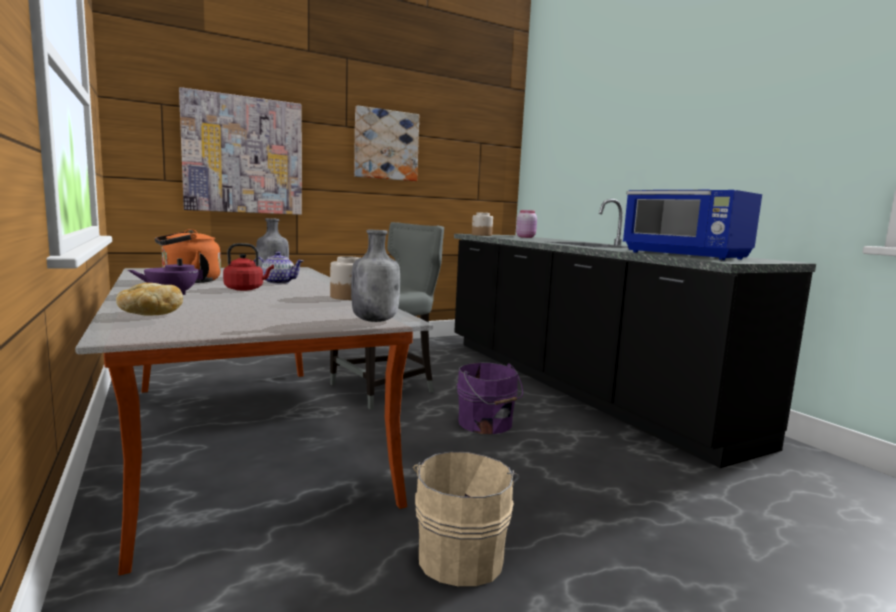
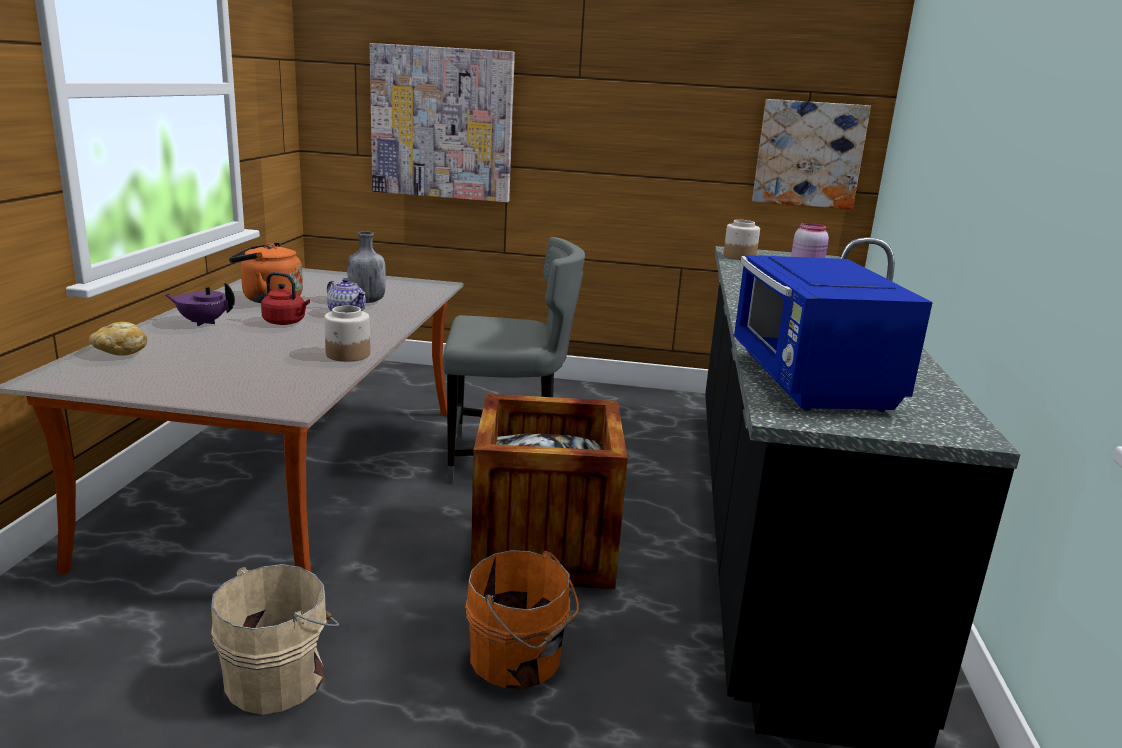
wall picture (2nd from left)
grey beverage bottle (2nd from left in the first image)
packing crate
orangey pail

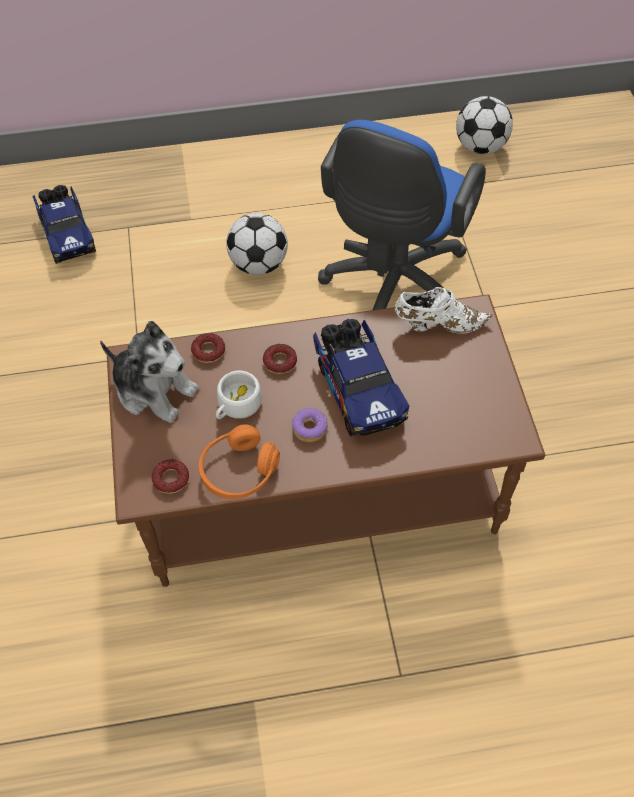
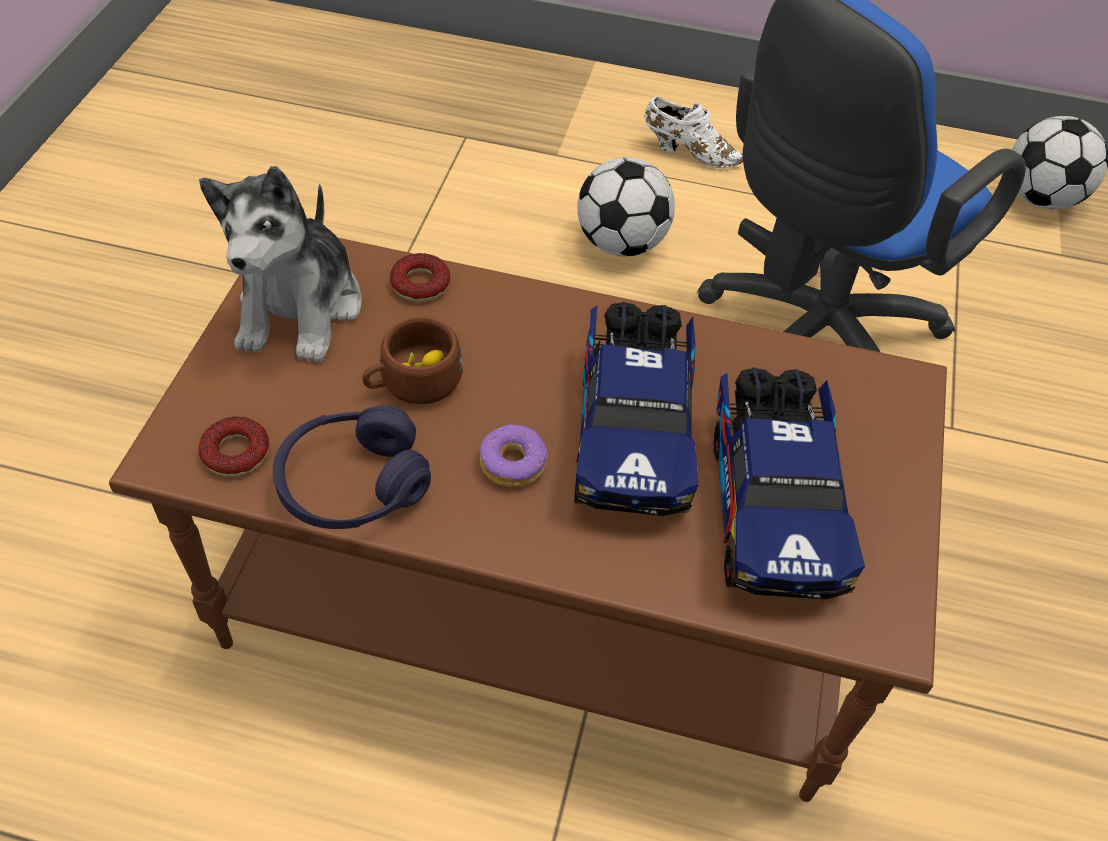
toy truck (2nd from left)
white-coloured low shoe
cuddly toy
donut (3rd from left in the first image)
brown-coloured small cup
purple-coloured headphones

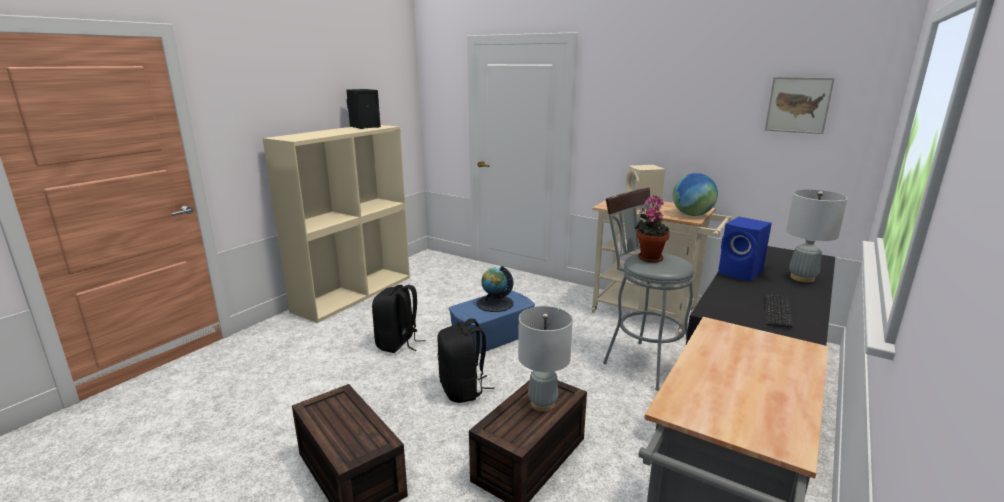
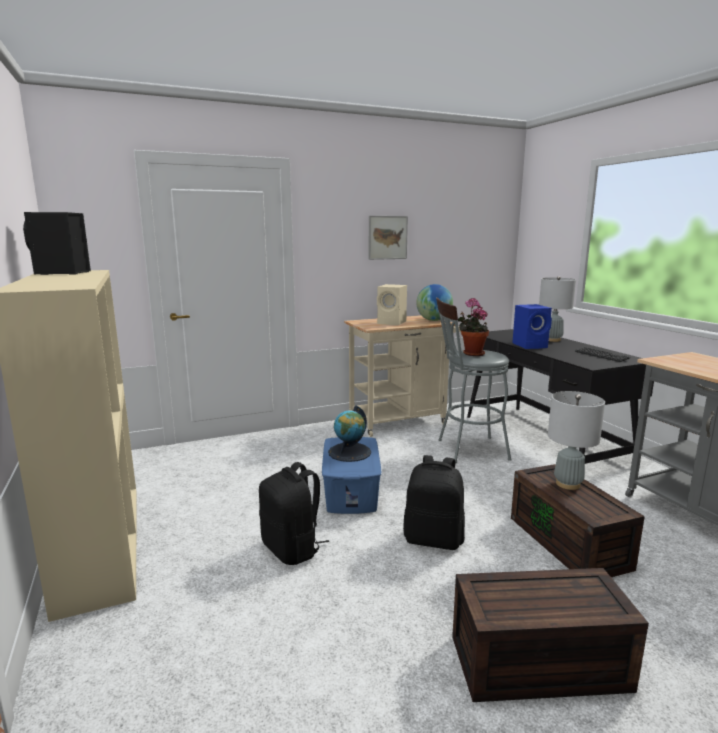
wall picture

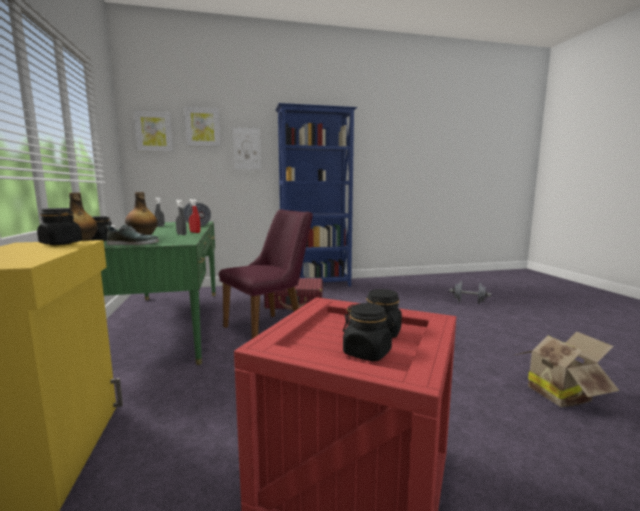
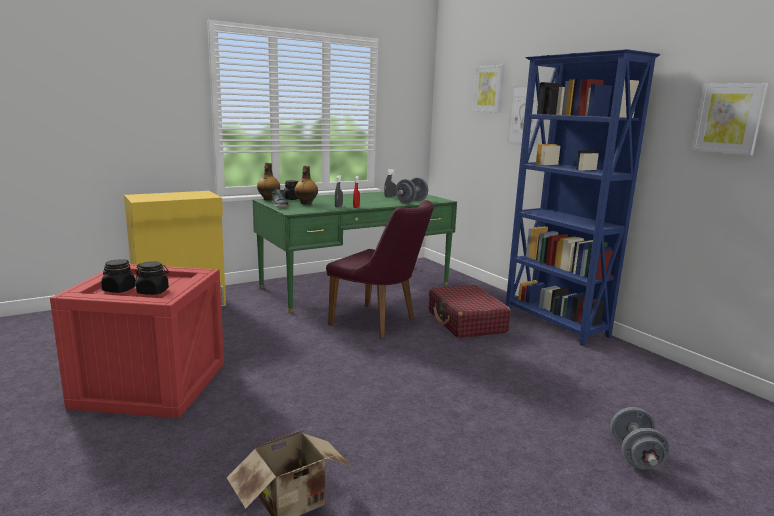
wall picture (3rd from left)
black storage jar (1st from left in the first image)

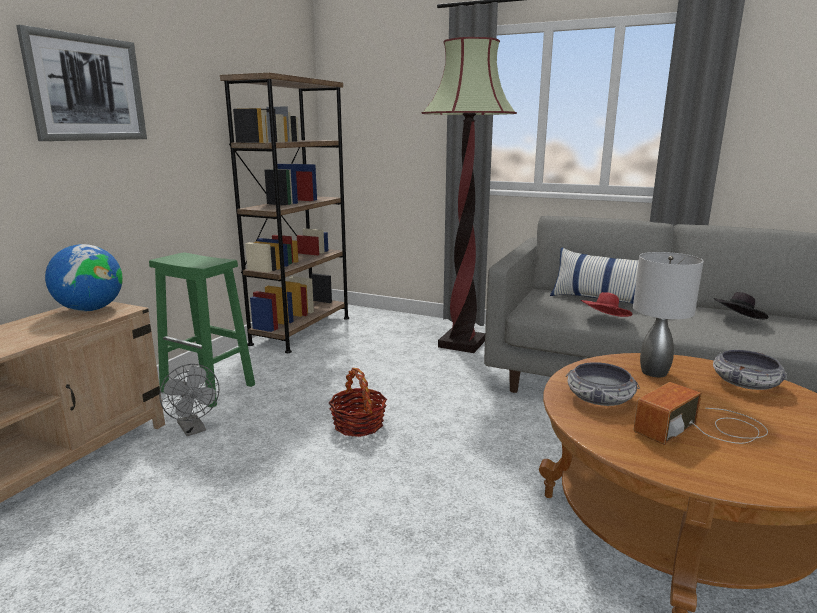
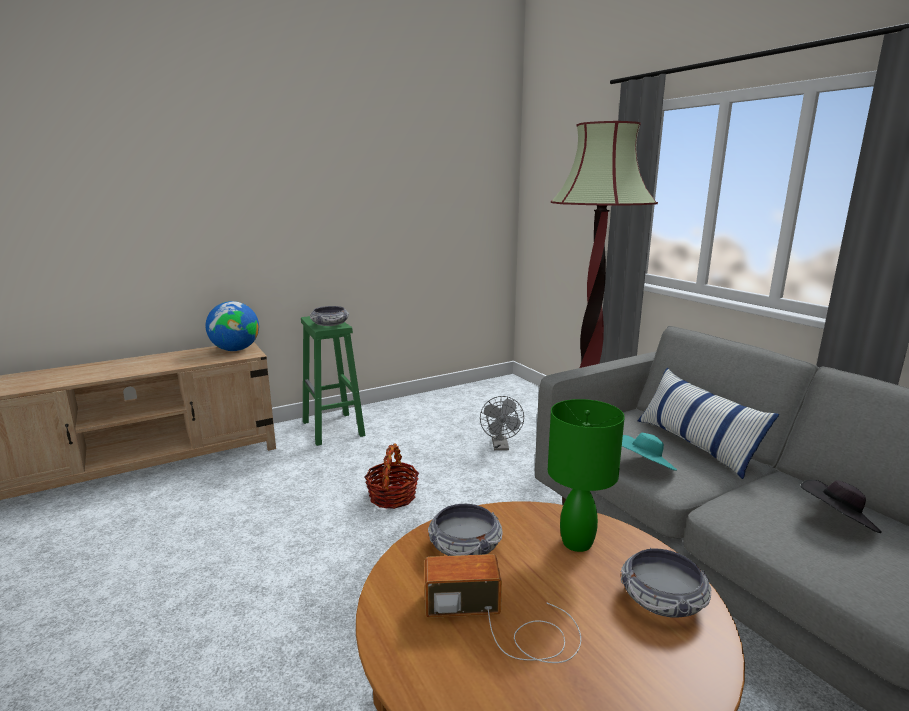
wall picture
brown-coloured bookcase
greenish tabletop lamp
turquoise clothing hat
grey electric fan
bowl (1st from left)

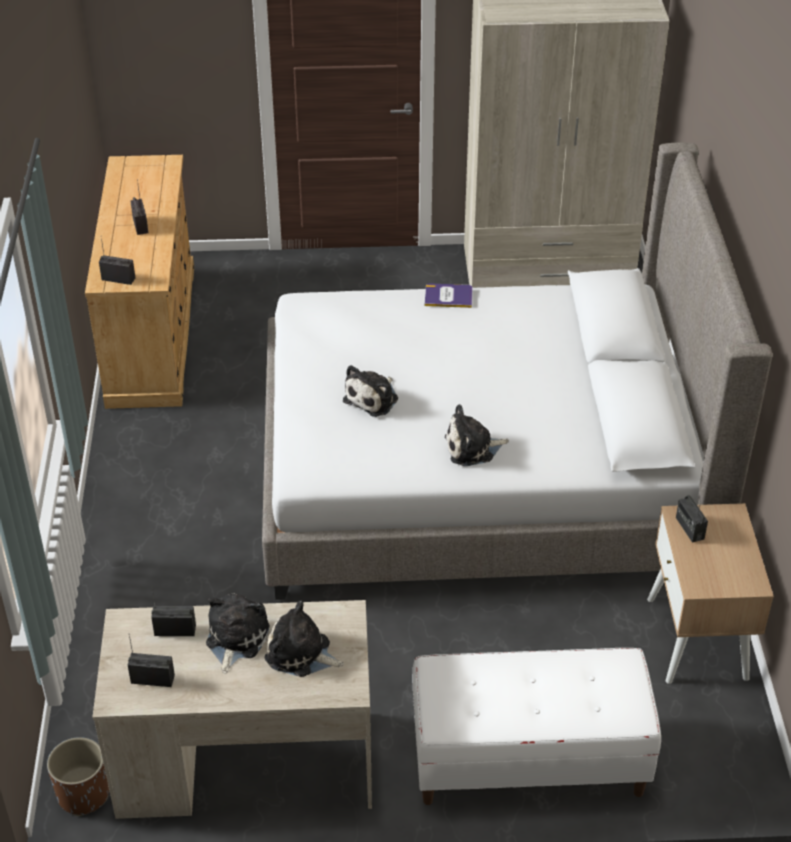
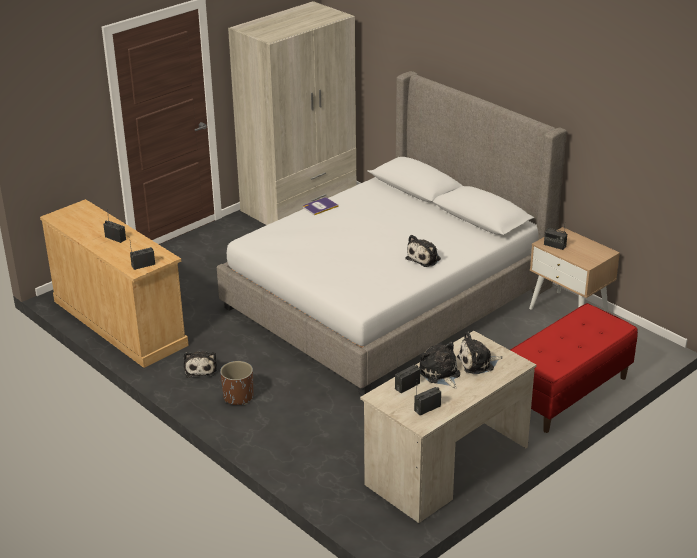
cuddly toy (1st from left)
reddish indoor bench
brown-coloured plant pot

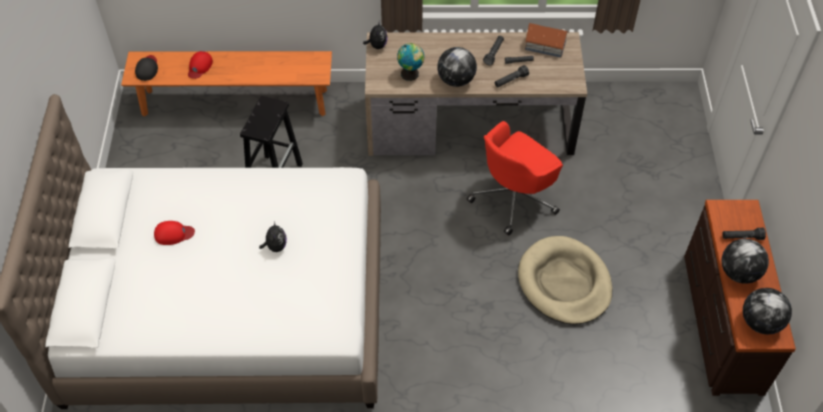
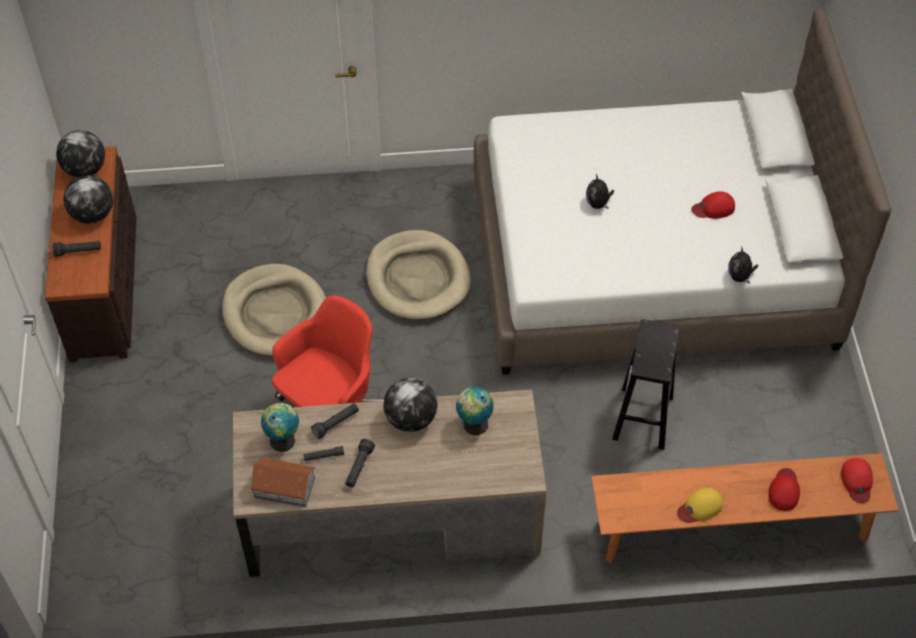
cuddly toy (2nd from left)
reddish peaked cap (3rd from left)
beige-coloured dog cushion (2nd from left)
world globe (3rd from left)
yellowish peaked cap

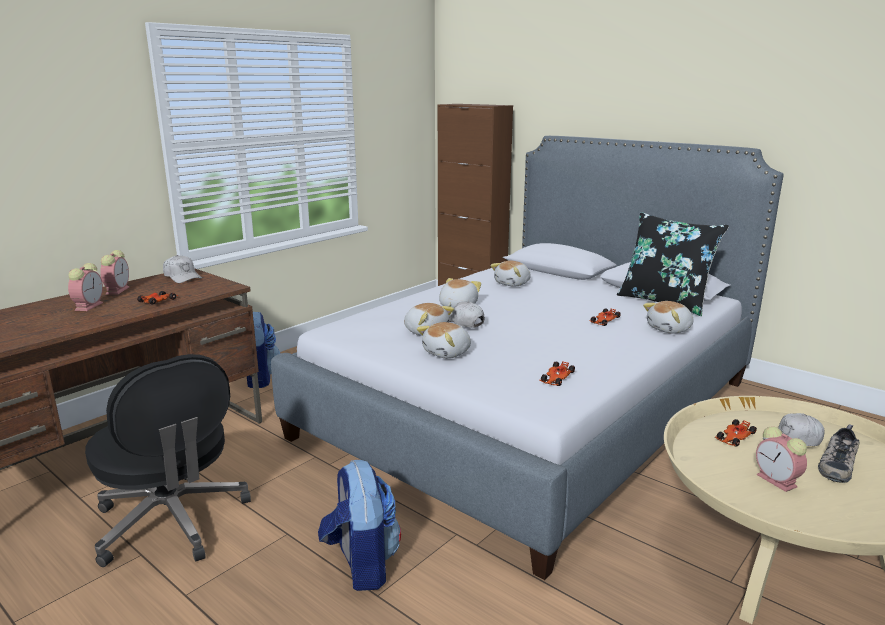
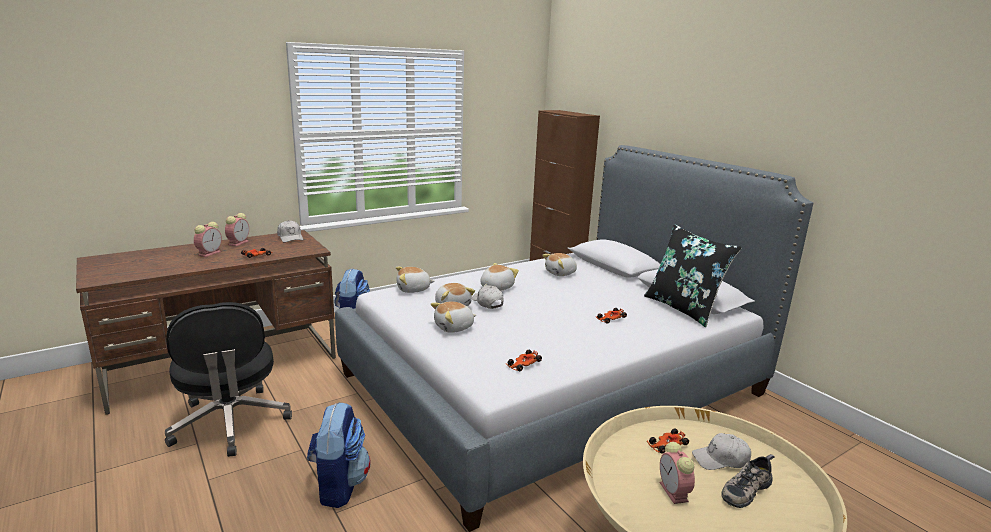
cuddly toy (1st from left)

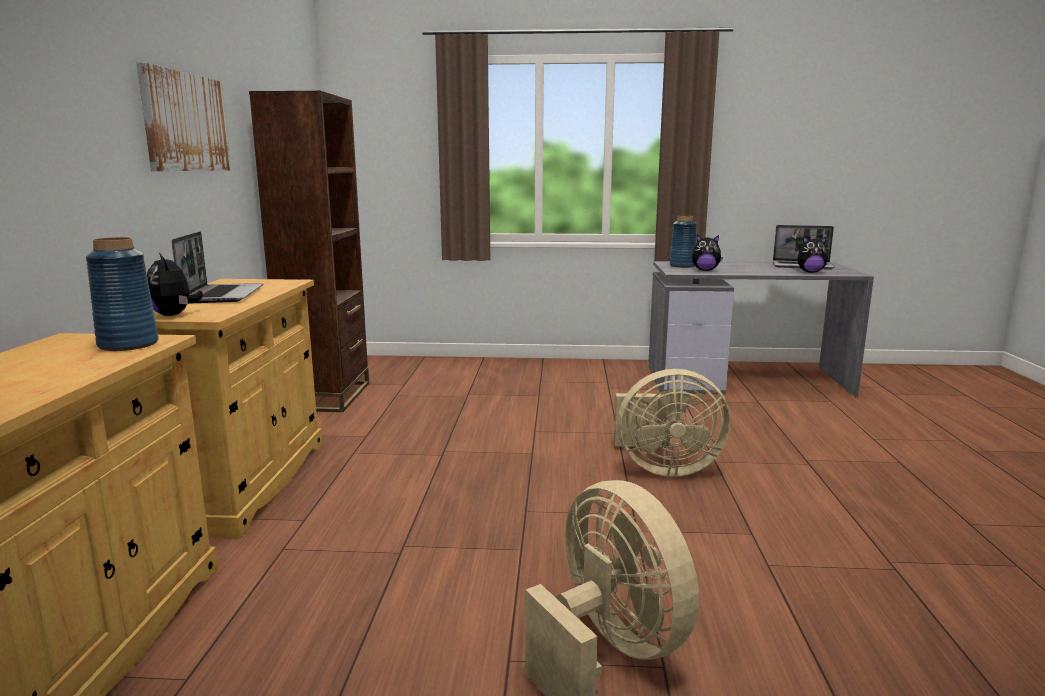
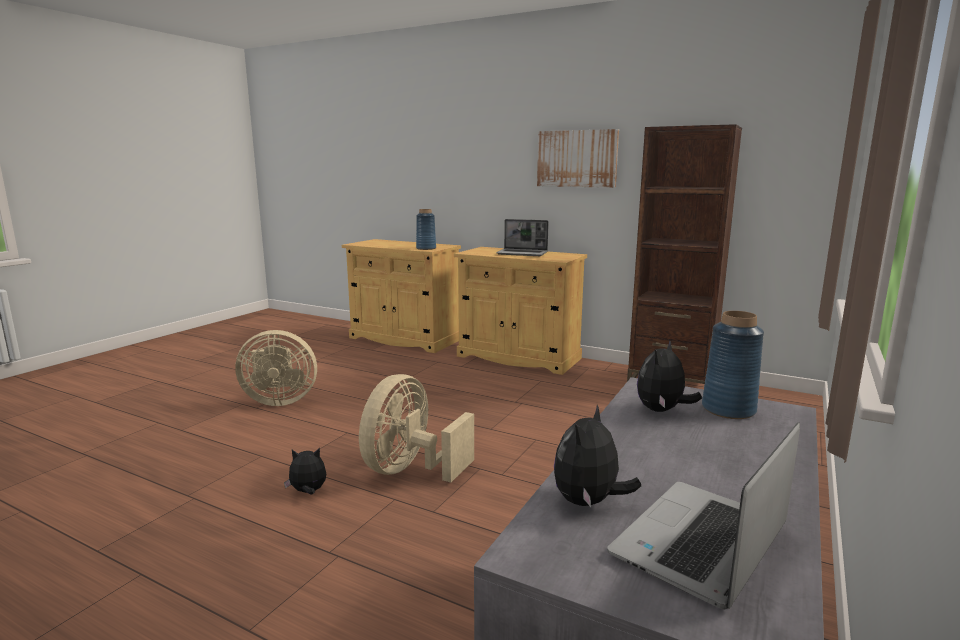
cuddly toy (1st from left)

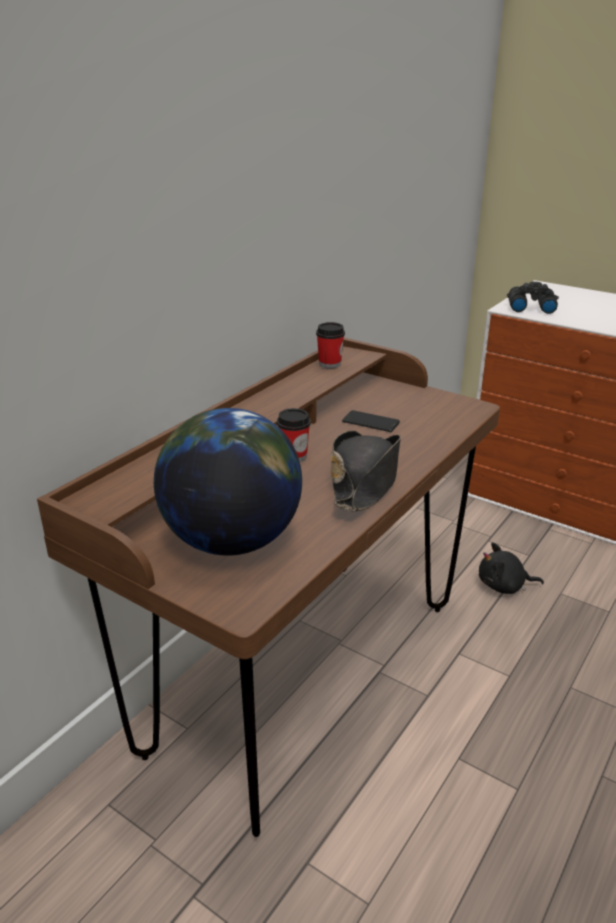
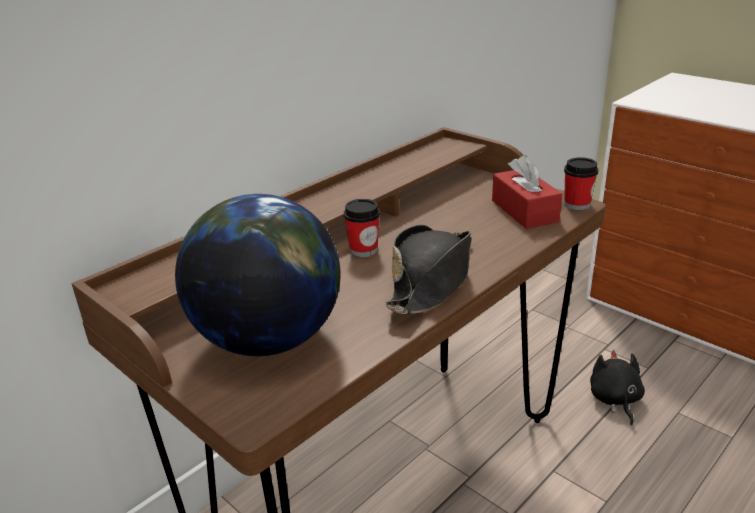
black binoculars
small cup (2nd from left)
telephone
black cuddly toy
reddish tissue holder

